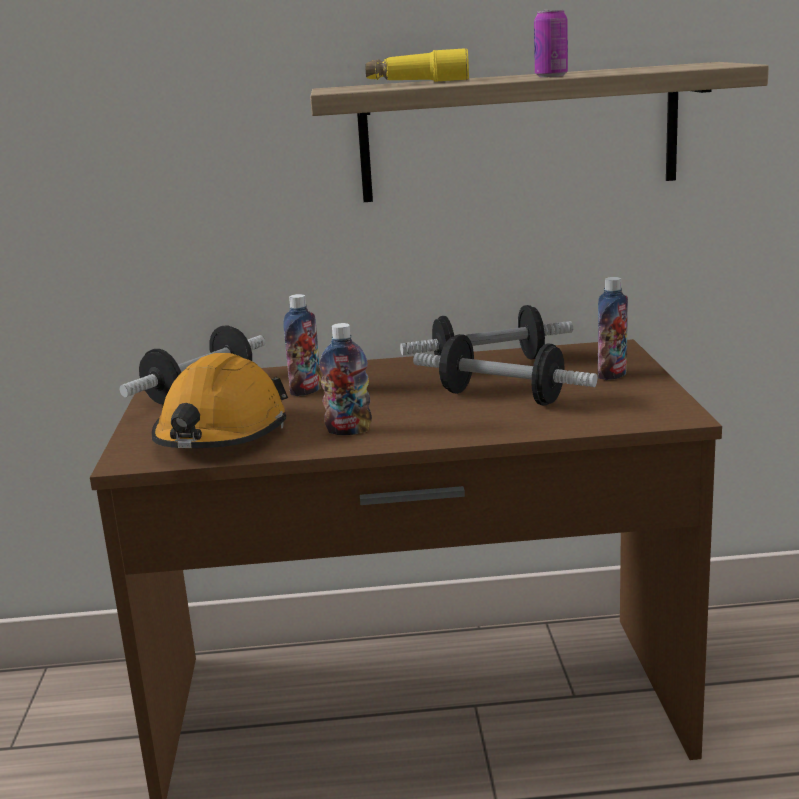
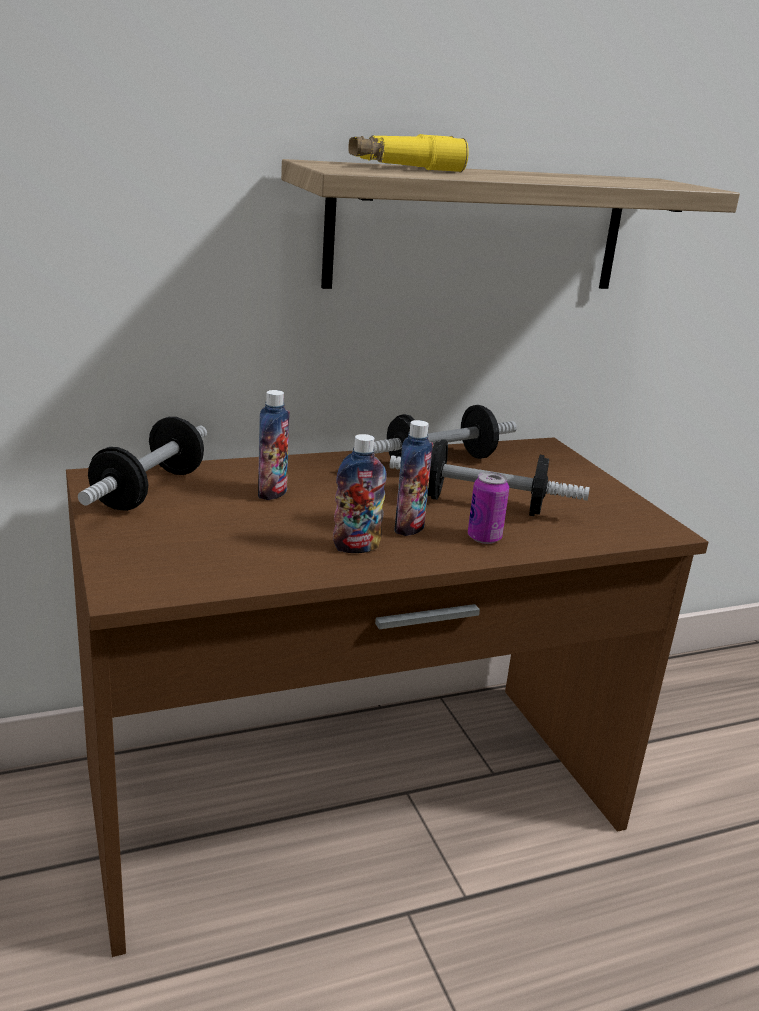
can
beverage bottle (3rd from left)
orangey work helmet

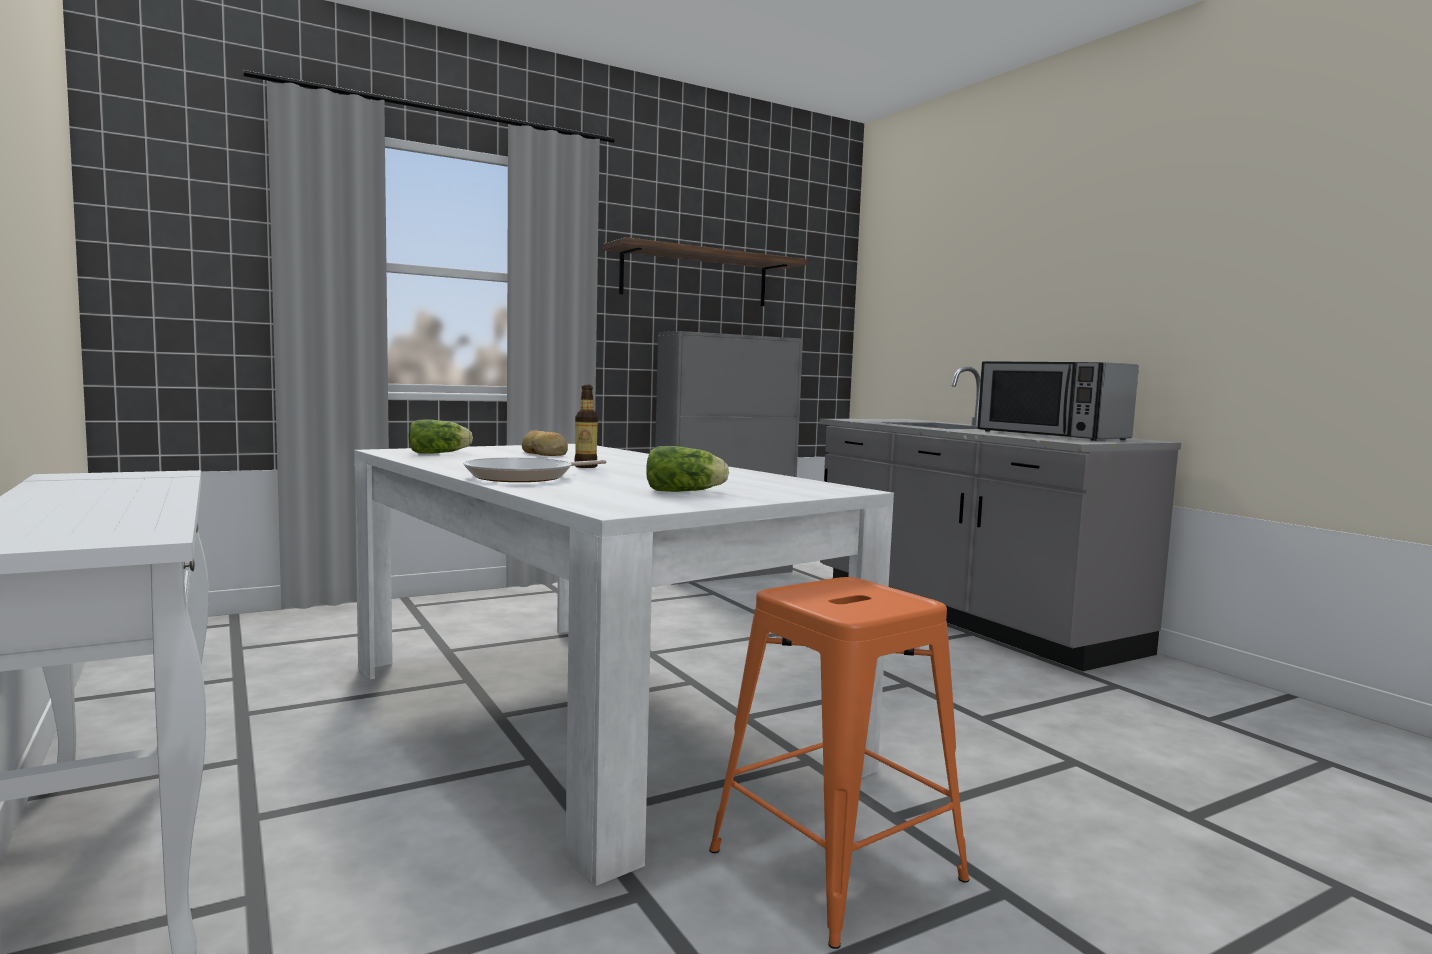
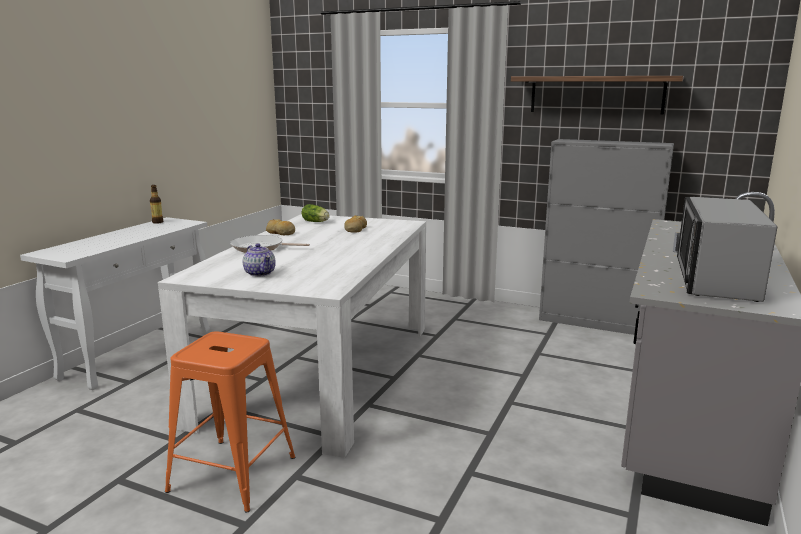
beverage bottle
teapot
bakery bread (1st from left)

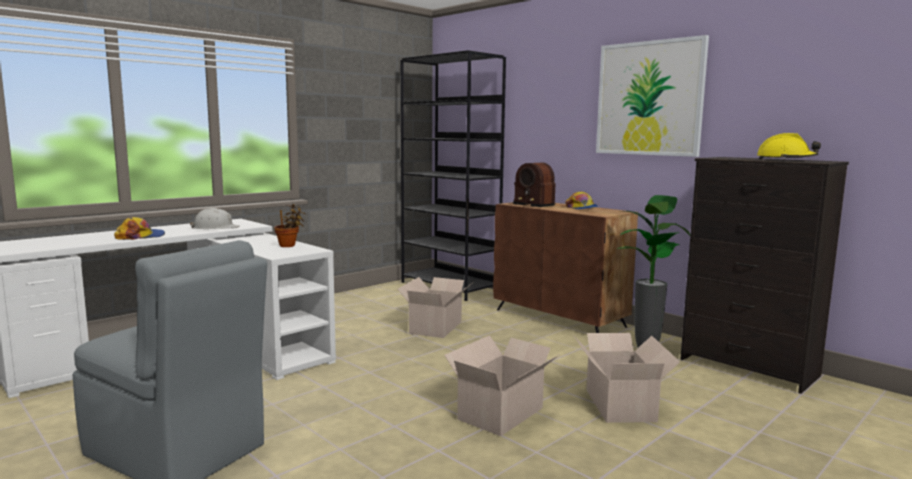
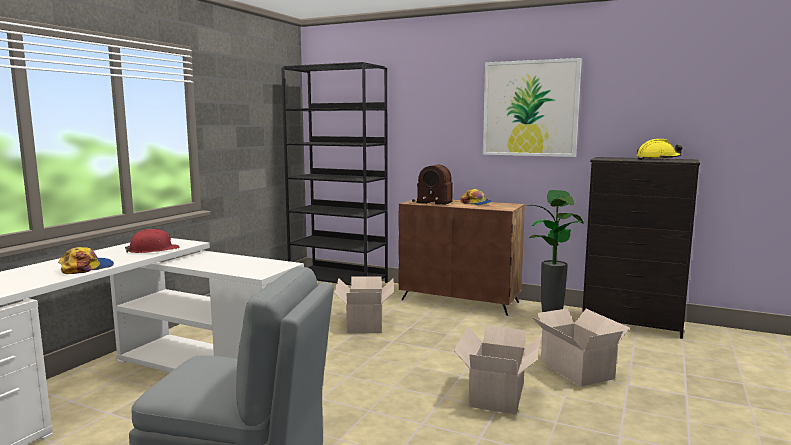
plant in a pot (1st from left in the first image)
reddish work helmet

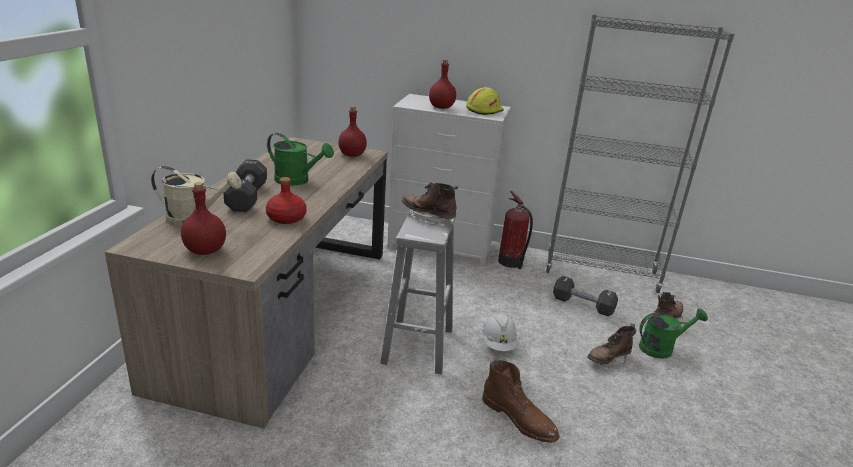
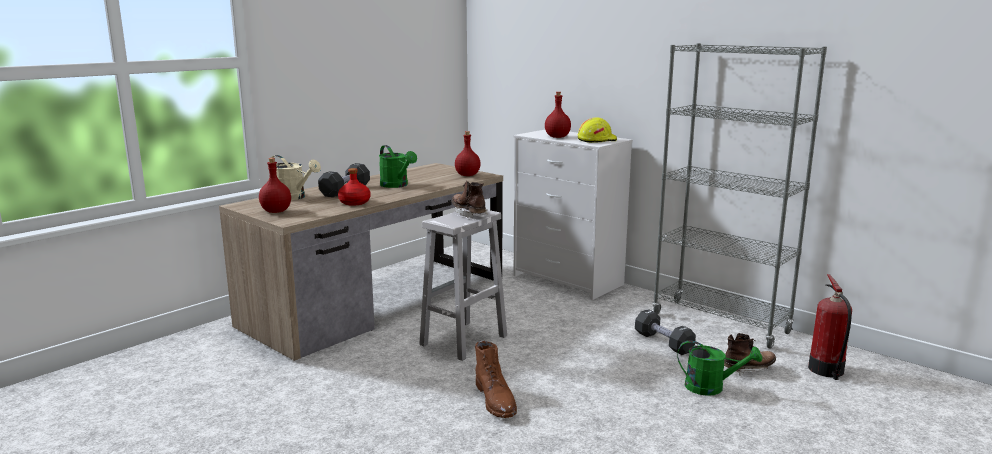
fire extinguisher
white-coloured work helmet
brown-coloured tall boot (3rd from left in the first image)

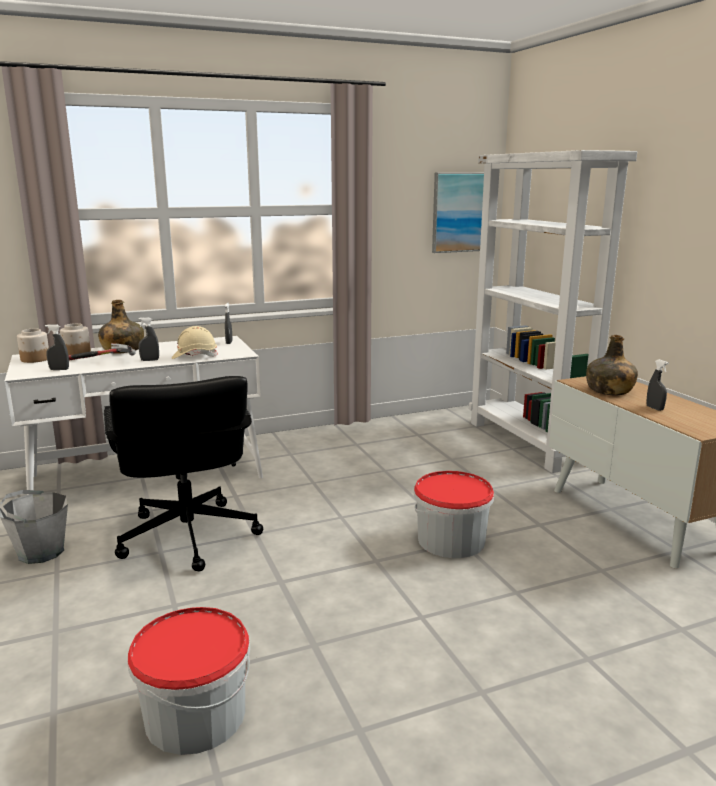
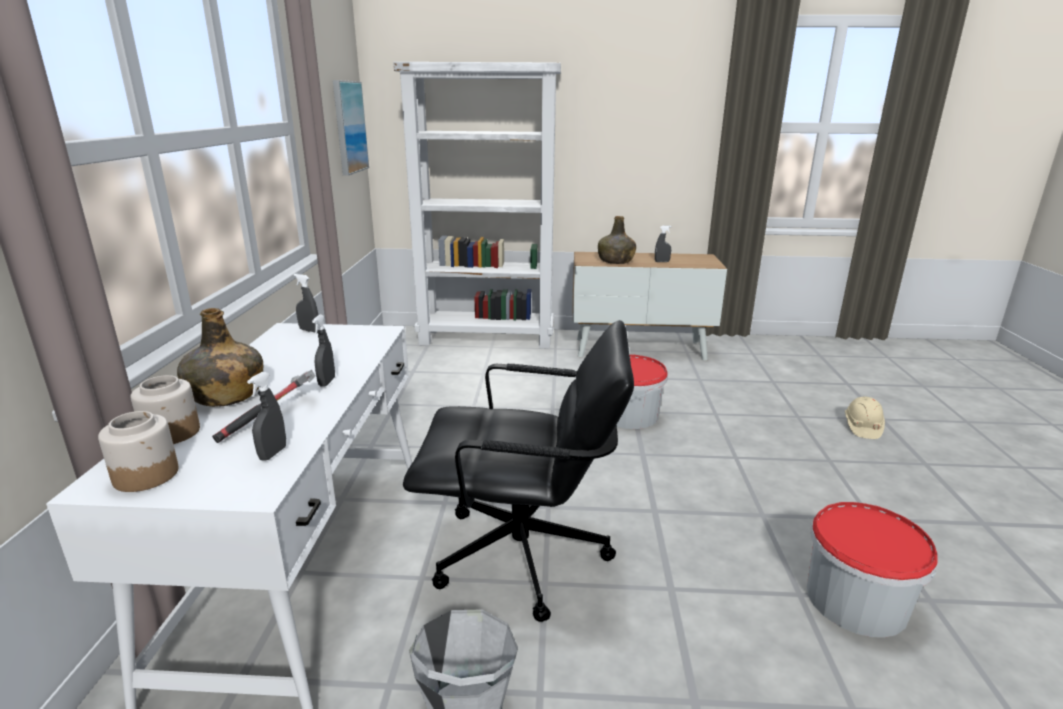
beige-coloured work helmet

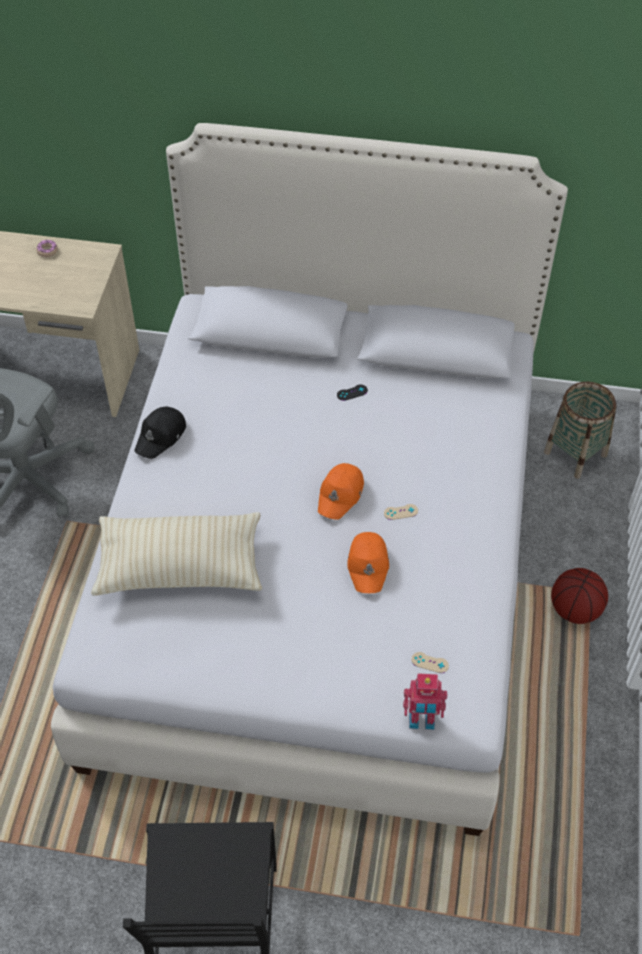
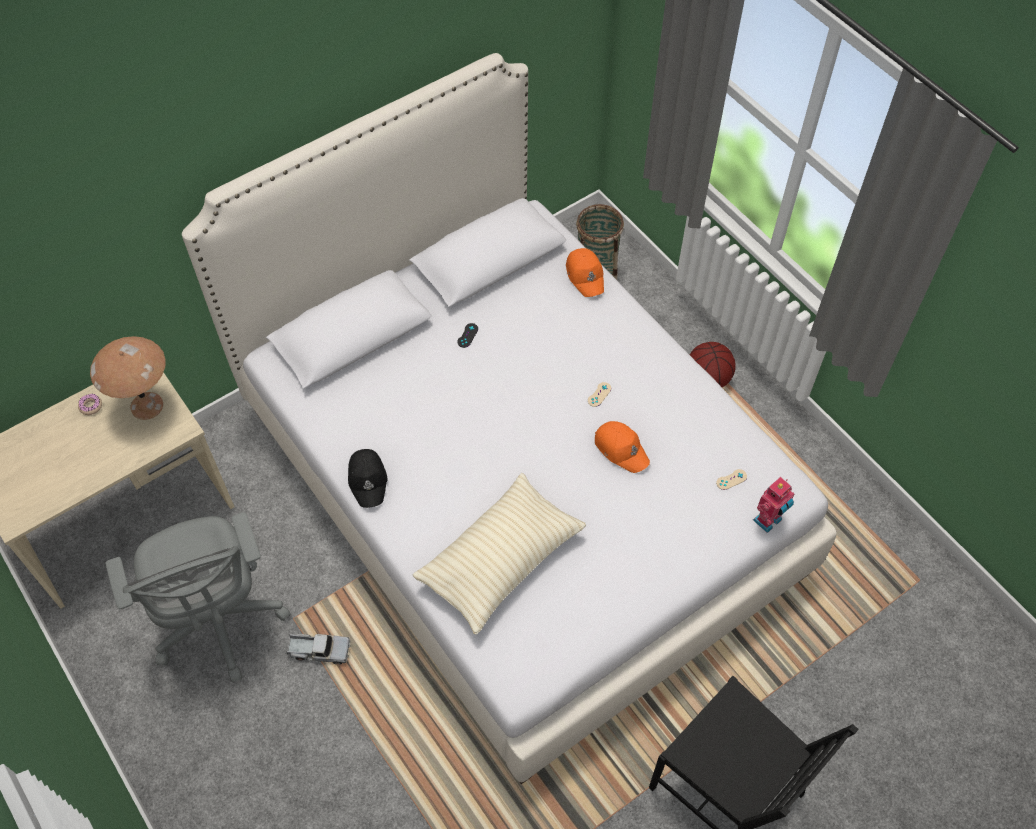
orangey peaked cap (1st from left)
brown-coloured tabletop lamp
toy truck

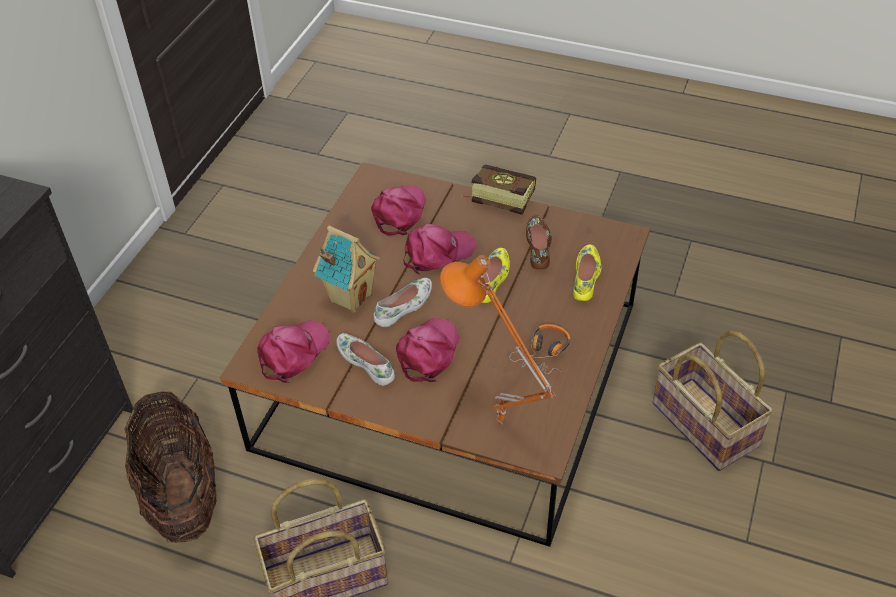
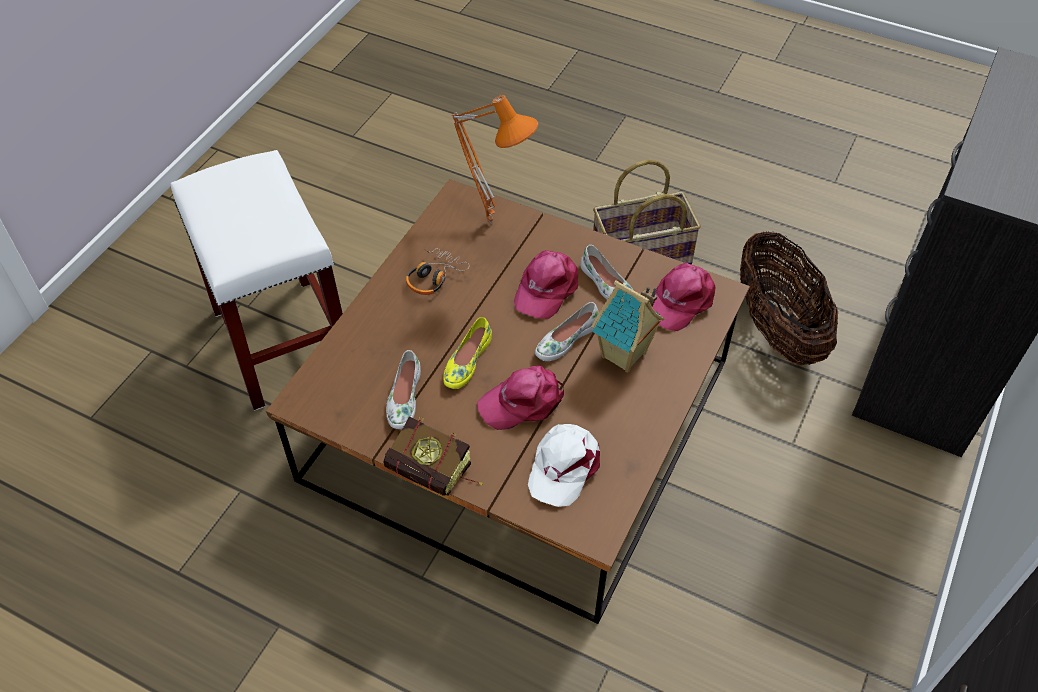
white-coloured peaked cap
white-coloured low shoe (1st from left)
yellowish low shoe (2nd from left in the first image)
white-coloured stool seat

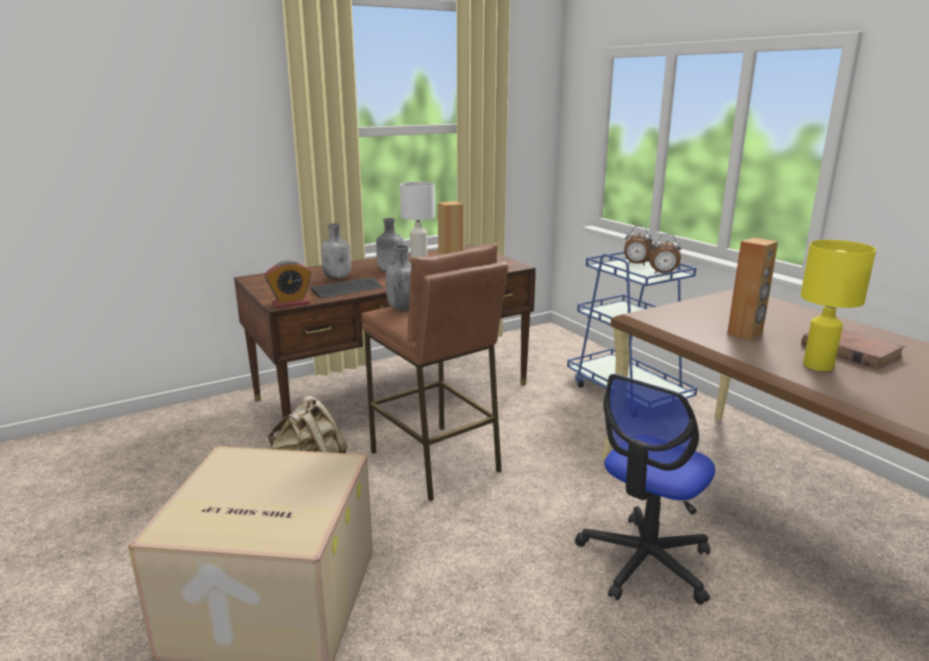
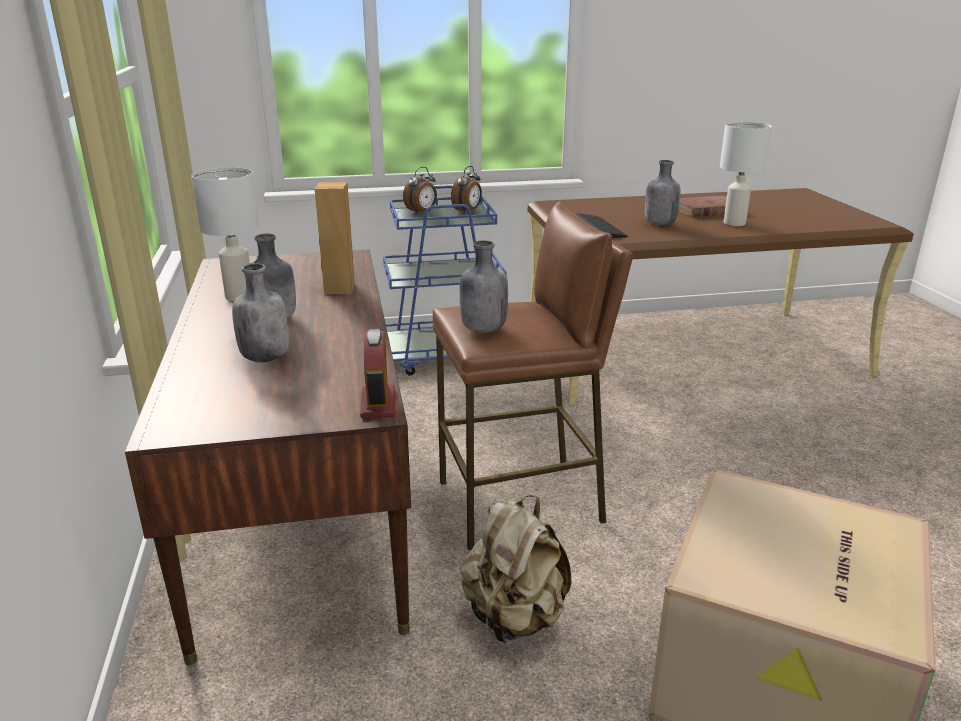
grey beverage bottle (4th from left)
white-coloured tabletop lamp (2nd from left)
PC keyboard
computer chair

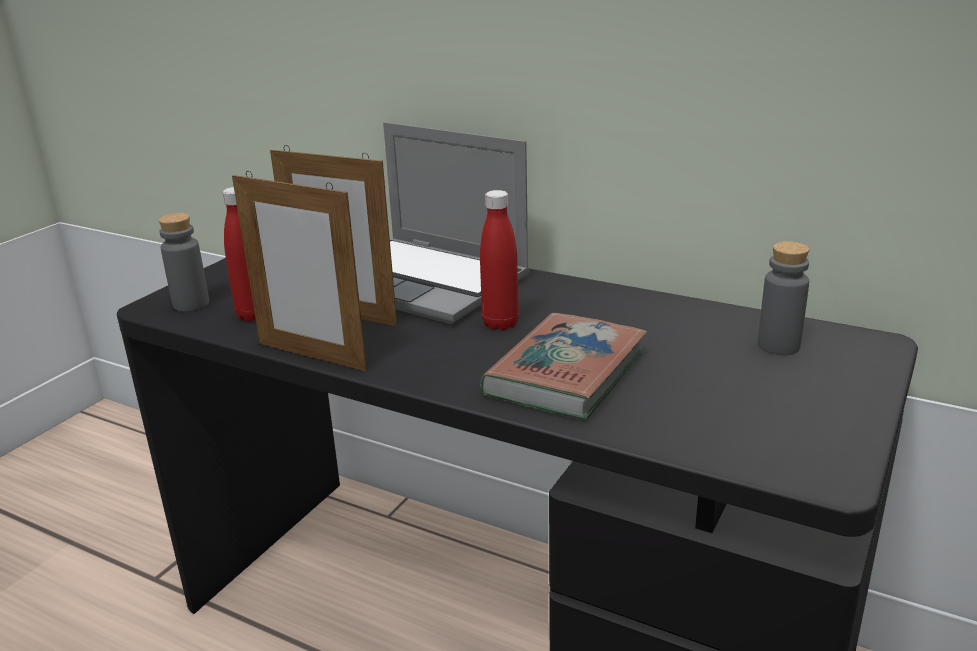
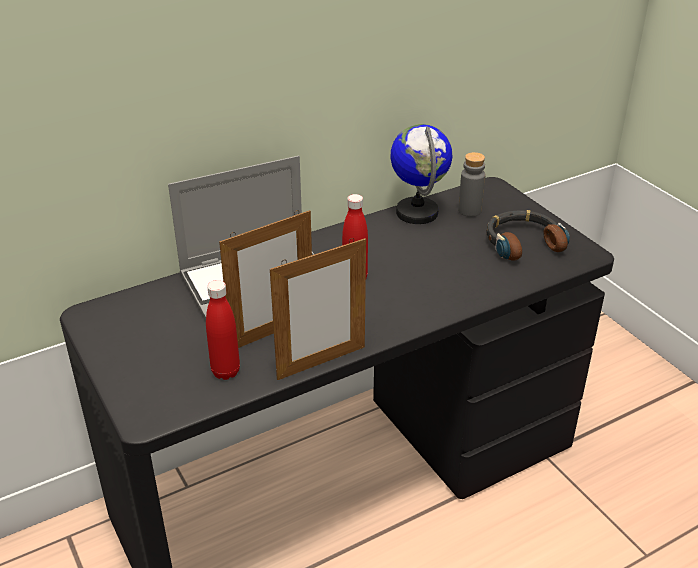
grey beverage bottle (1st from left in the first image)
volume
world globe
headphones

